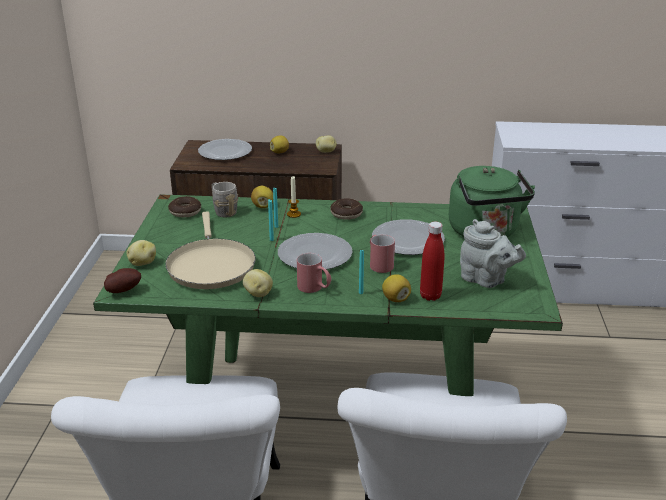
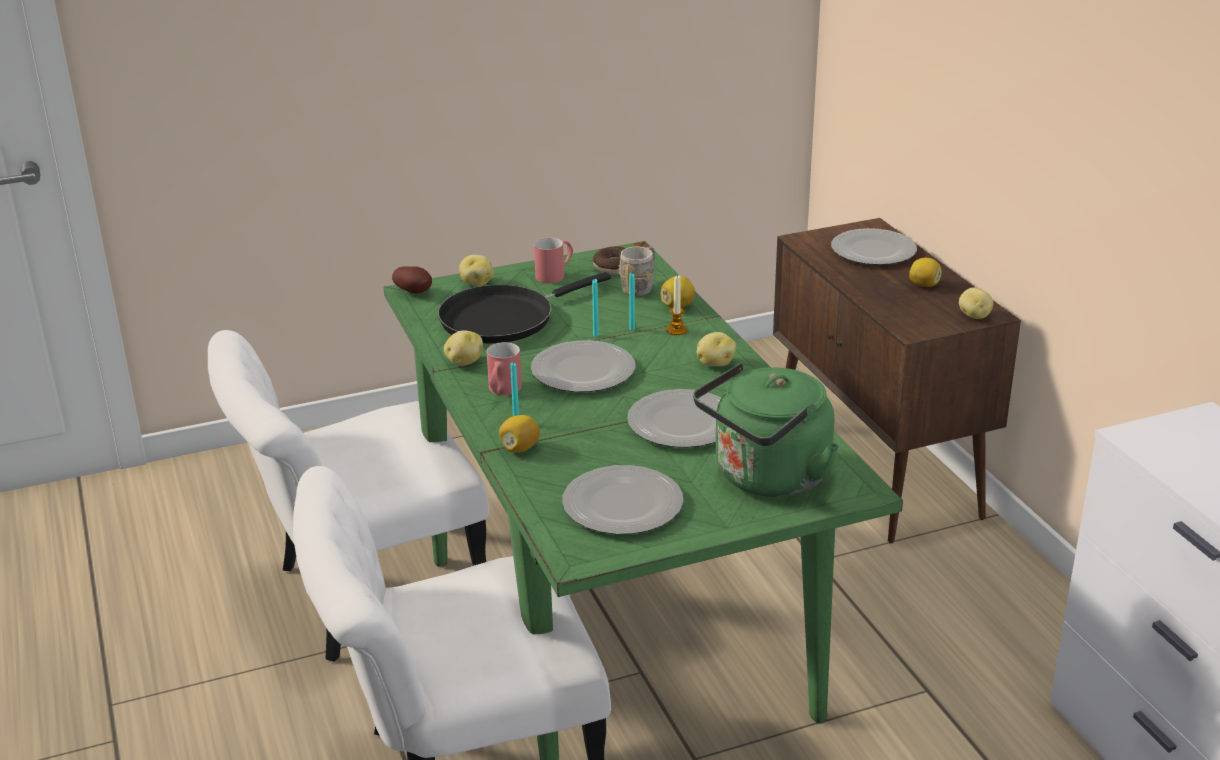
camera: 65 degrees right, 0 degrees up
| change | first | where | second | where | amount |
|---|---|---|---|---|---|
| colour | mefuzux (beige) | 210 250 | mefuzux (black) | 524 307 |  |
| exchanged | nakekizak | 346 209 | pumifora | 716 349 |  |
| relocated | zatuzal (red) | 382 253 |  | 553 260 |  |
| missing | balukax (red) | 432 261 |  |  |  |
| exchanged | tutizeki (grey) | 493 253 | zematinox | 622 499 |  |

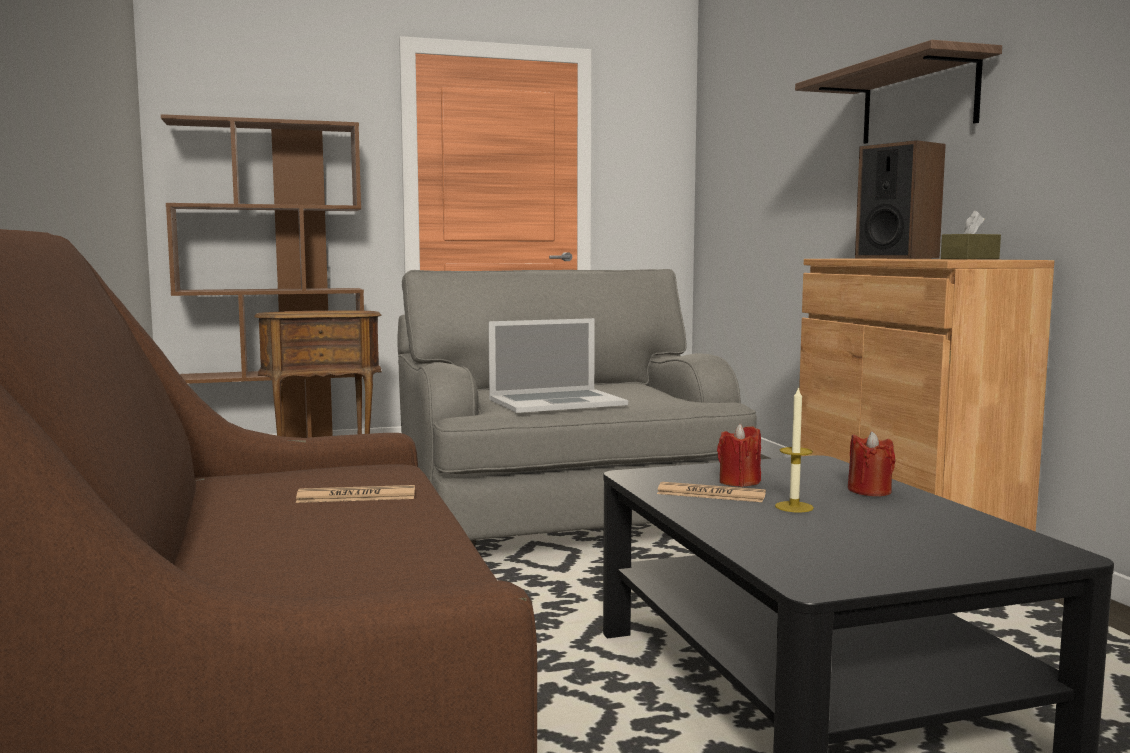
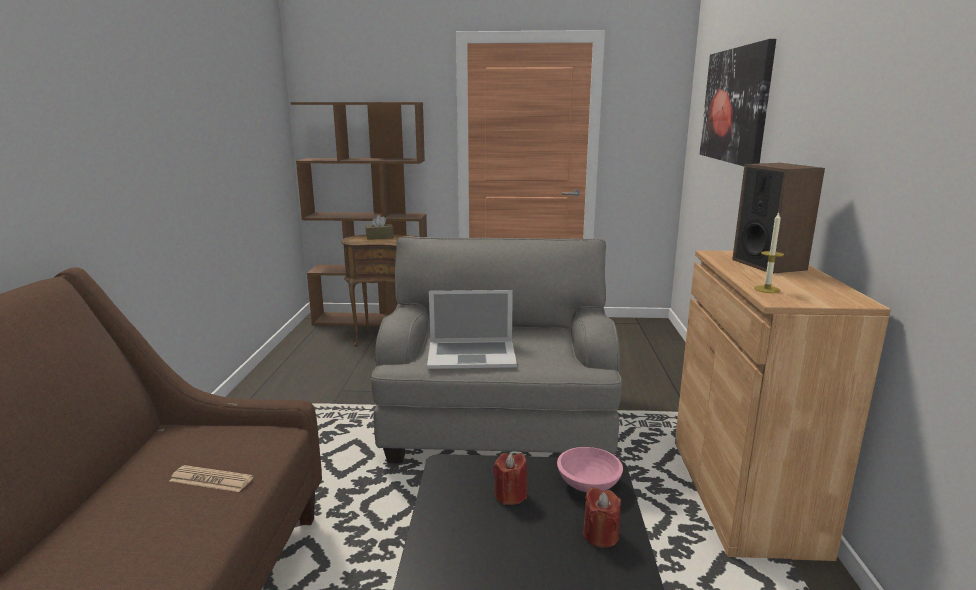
camera: 20 degrees right, 10 degrees up
| change | first | where | second | where | amount |
|---|---|---|---|---|---|
| missing | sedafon | 711 492 |  |  |  |
| relocated | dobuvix | 794 449 |  | 769 252 |  |
| missing | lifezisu | 898 92 |  |  |  |
| relocated | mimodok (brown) | 971 235 |  | 380 227 |  |
| appeared |  |  | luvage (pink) | 590 469 |  |
| appeared |  |  | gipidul | 738 102 |  |

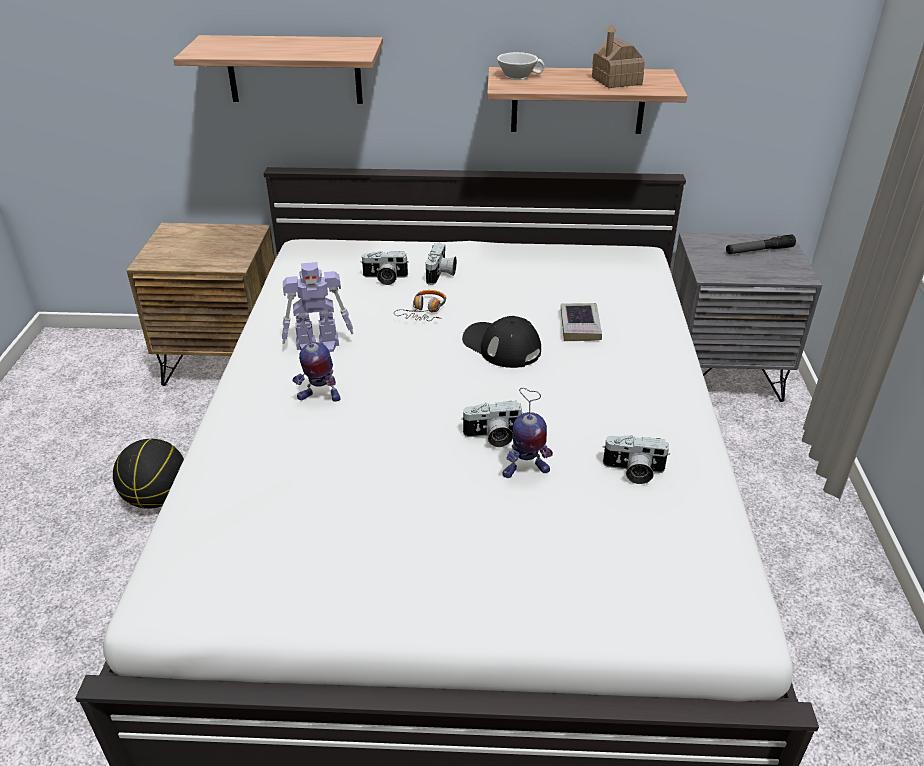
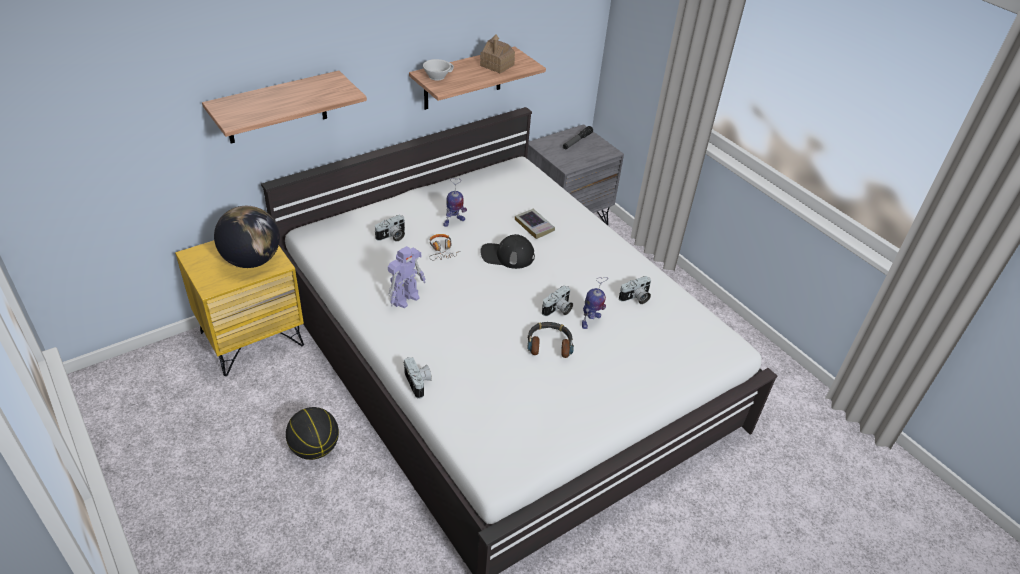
camera: 40 degrees left, 5 degrees up
| change | first | where | second | where | amount |
|---|---|---|---|---|---|
| colour | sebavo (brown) | 200 304 | sebavo (yellow) | 239 308 |  |
| relocated | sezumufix | 316 359 |  | 455 202 |  |
| relocated | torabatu | 441 264 |  | 418 378 |  |
| appeared |  |  | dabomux | 247 237 |  |
| appeared |  |  | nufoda | 550 340 |  |

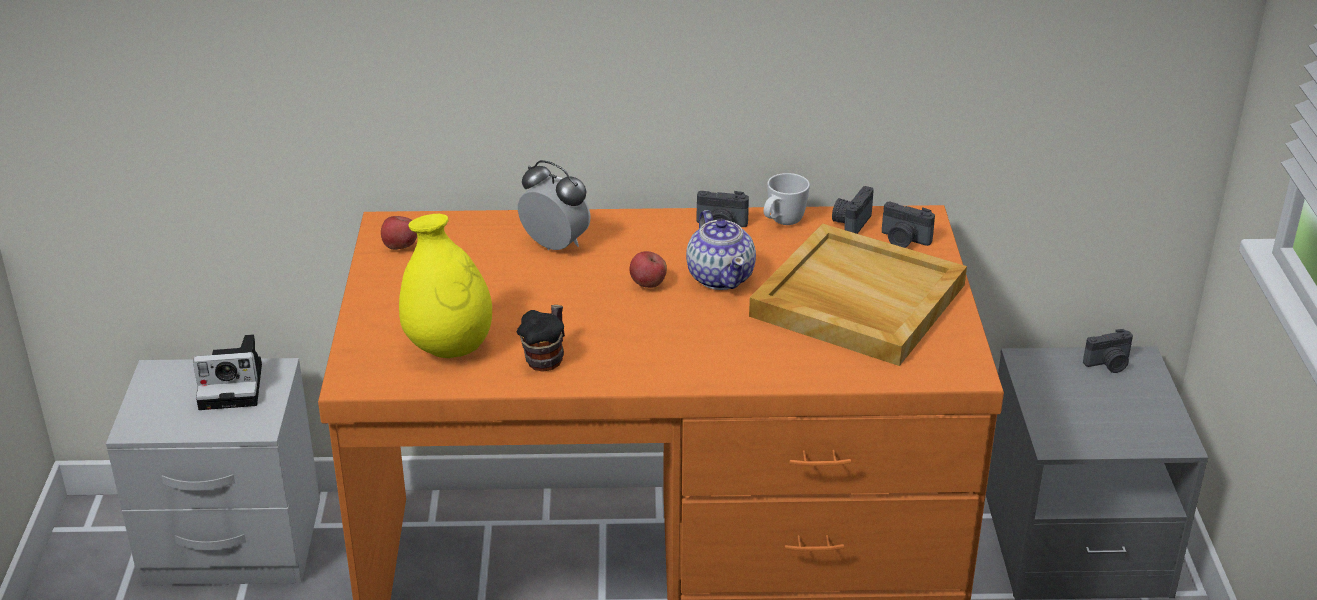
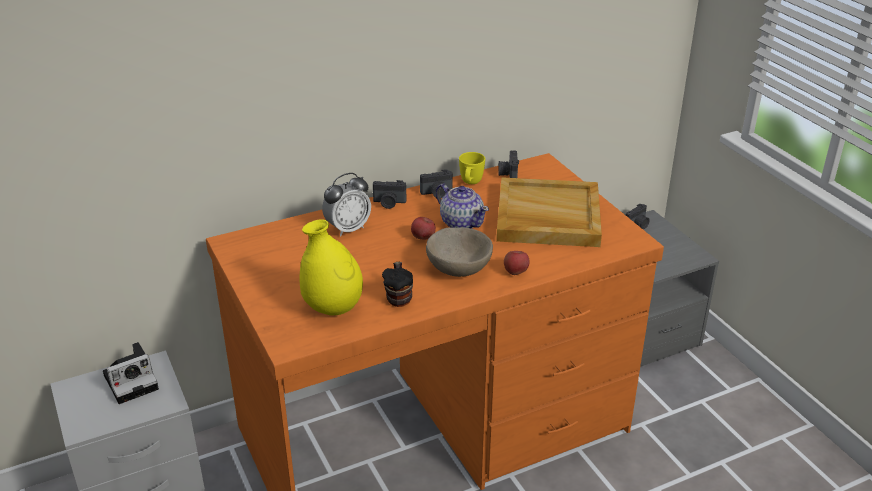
camera: 25 degrees left, 0 degrees up
| change | first | where | second | where | amount |
|---|---|---|---|---|---|
| relocated | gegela | 399 233 |  | 517 263 |  |
| spun | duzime | 554 205 |  | 346 205 | 135 degrees clockwise |
| colour | zatuzal (white) | 786 199 | zatuzal (yellow) | 472 168 |  |
| relocated | torabatu | 908 225 |  | 389 194 |  |
| appeared |  |  | luvage (beige) | 459 252 |  |

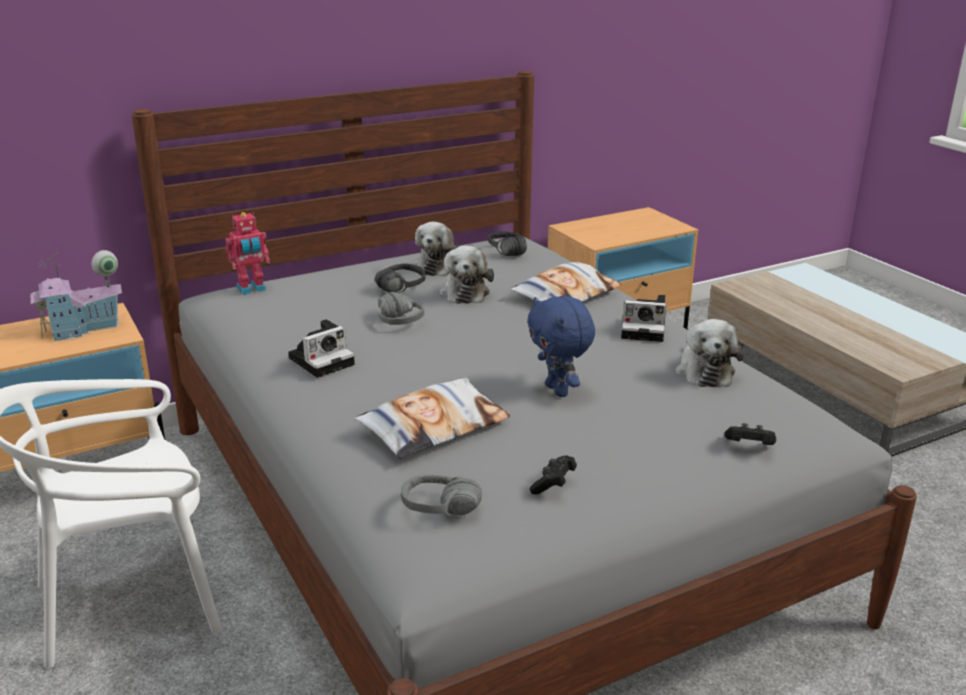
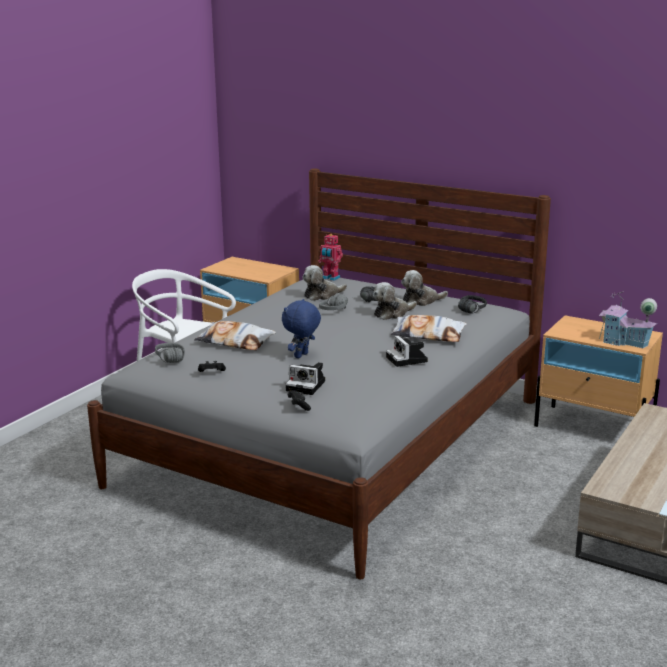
camera: 60 degrees right, 5 degrees down
| change | first | where | second | where | amount |
|---|---|---|---|---|---|
| relocated | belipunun | 76 295 |  | 628 319 |  |
| relocated | torabatu | 321 348 |  | 305 378 |  |
| relocated | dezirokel | 709 353 |  | 324 283 |  |

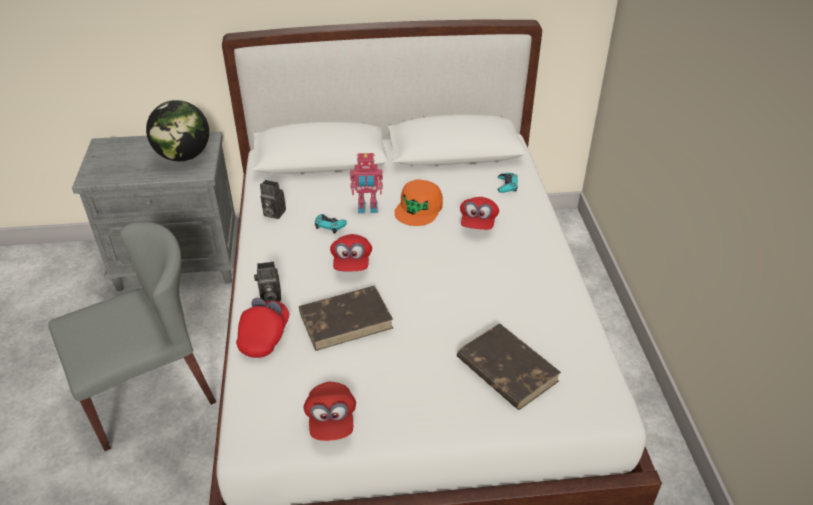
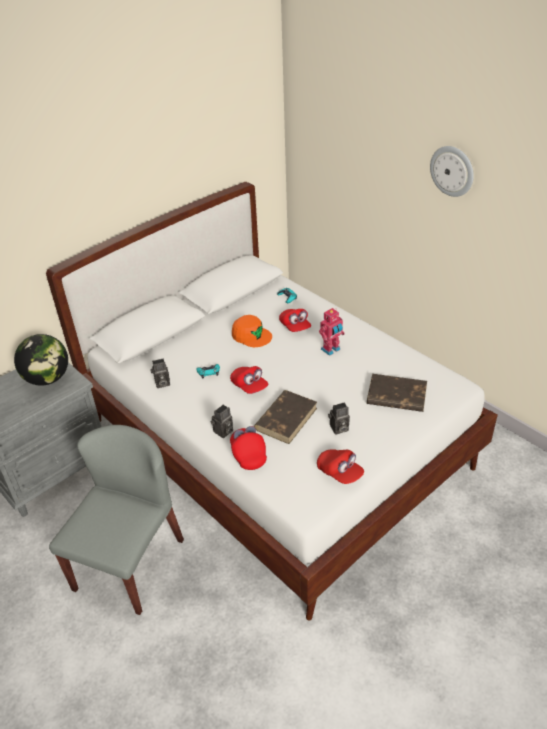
camera: 35 degrees left, 0 degrees up
| change | first | where | second | where | amount |
|---|---|---|---|---|---|
| relocated | sezumufix | 366 183 |  | 332 332 |  |
| spun | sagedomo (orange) | 418 202 |  | 252 331 | 45 degrees counterclockwise |
| appeared |  |  | torabatu | 339 418 |  |
| appeared |  |  | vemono | 452 171 |  |

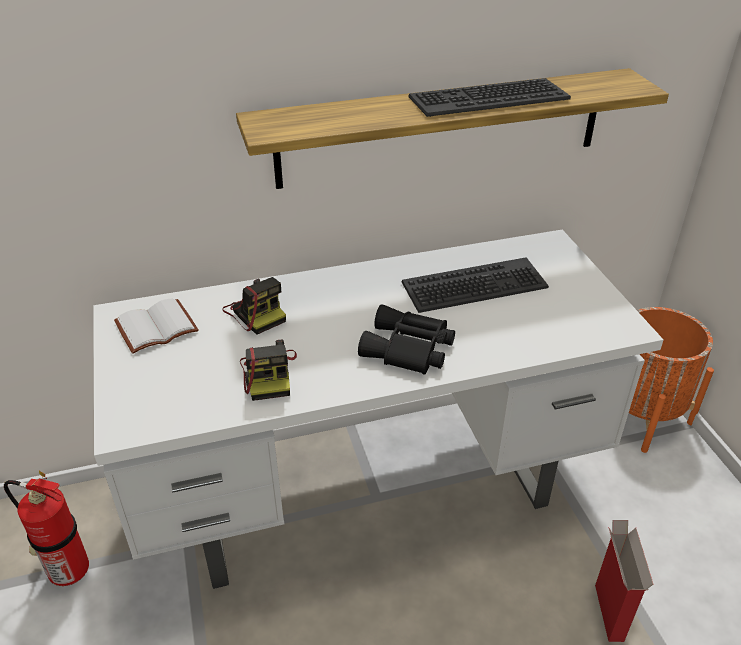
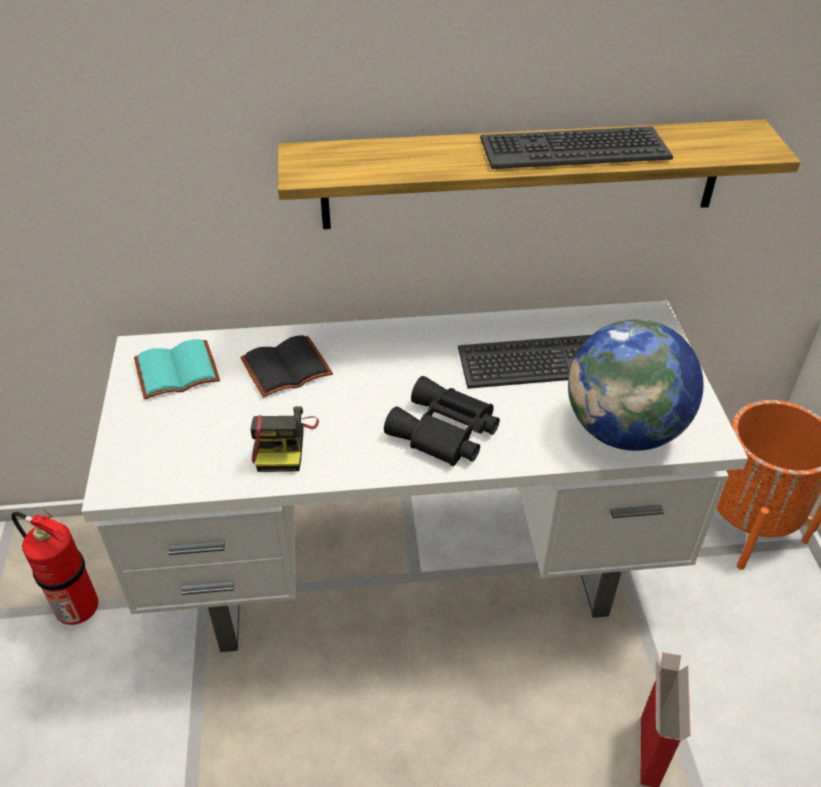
camera: 10 degrees right, 5 degrees up
| change | first | where | second | where | amount |
|---|---|---|---|---|---|
| colour | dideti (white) | 156 326 | dideti (turquoise) | 177 369 |  |
| exchanged | torabatu | 254 306 | dideti (black) | 286 366 |  |
| appeared |  |  | dabomux | 635 385 |  |

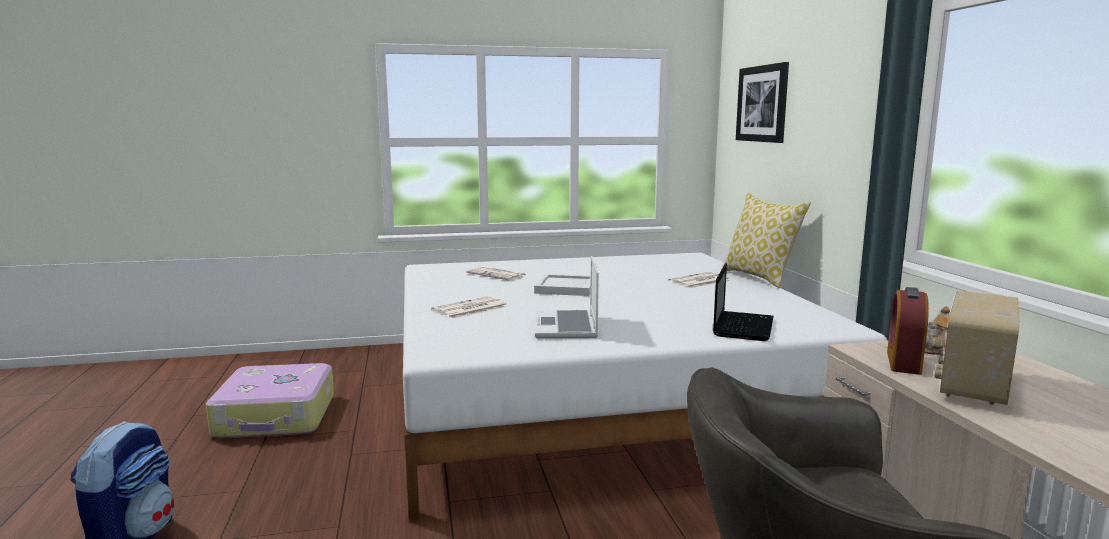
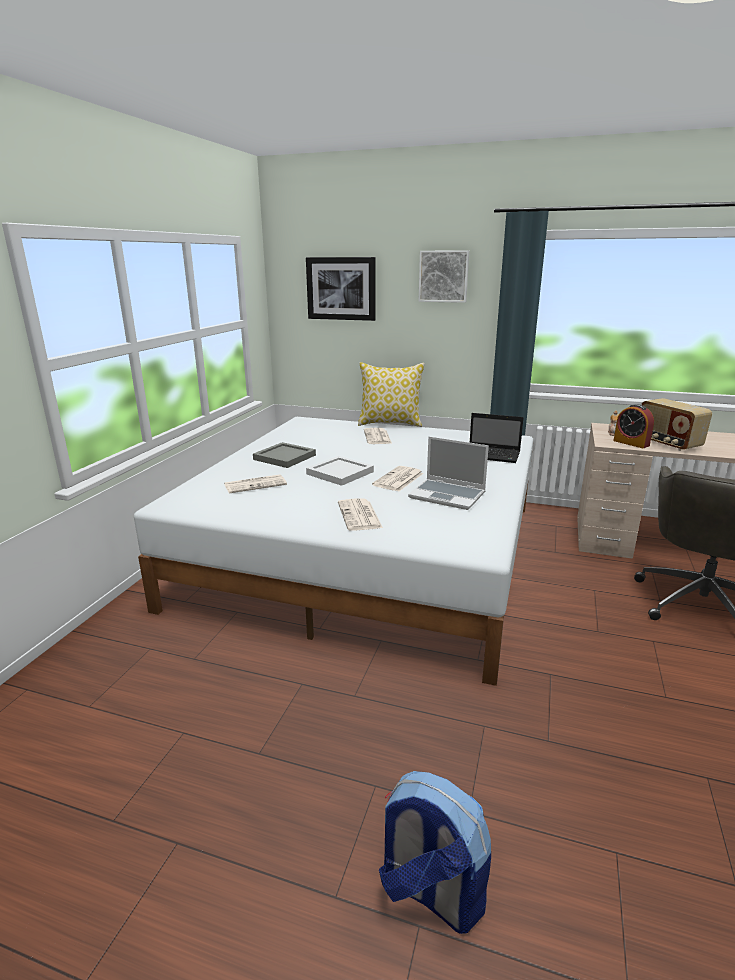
camera: 60 degrees left, 10 degrees up
| change | first | where | second | where | amount |
|---|---|---|---|---|---|
| missing | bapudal | 270 400 |  |  |  |
| spun | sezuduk | 743 302 |  | 496 438 | 150 degrees clockwise |
| appeared |  |  | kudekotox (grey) | 284 455 |  |
| appeared |  |  | sedafon | 398 478 |  |
| appeared |  |  | gipidul | 443 276 |  |

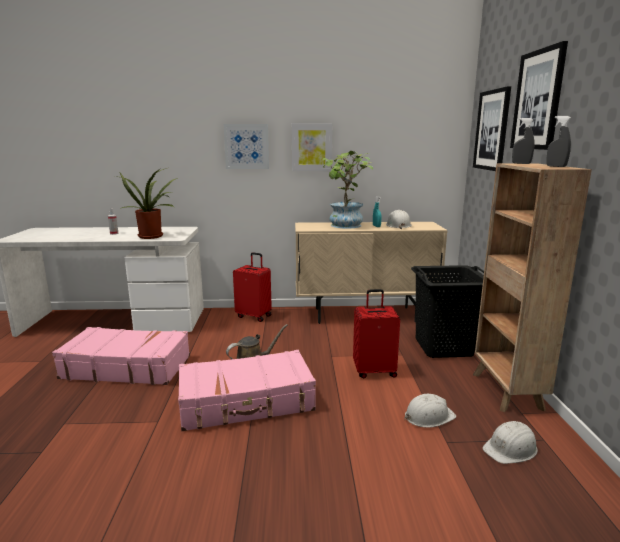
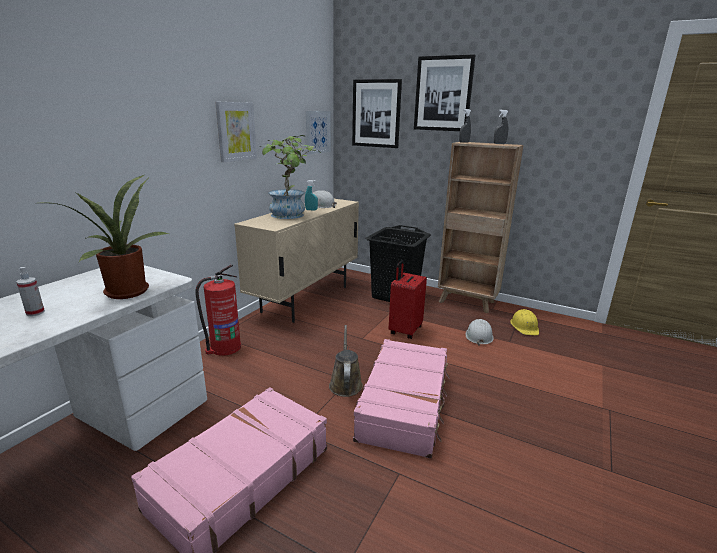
camera: 60 degrees left, 5 degrees up
| change | first | where | second | where | amount |
|---|---|---|---|---|---|
| relocated | gipidul | 246 146 |  | 318 132 |  |
| exchanged | bapudal (red) | 252 287 | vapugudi | 218 310 |  |
| colour | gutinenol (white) | 510 442 | gutinenol (yellow) | 524 322 |  |

